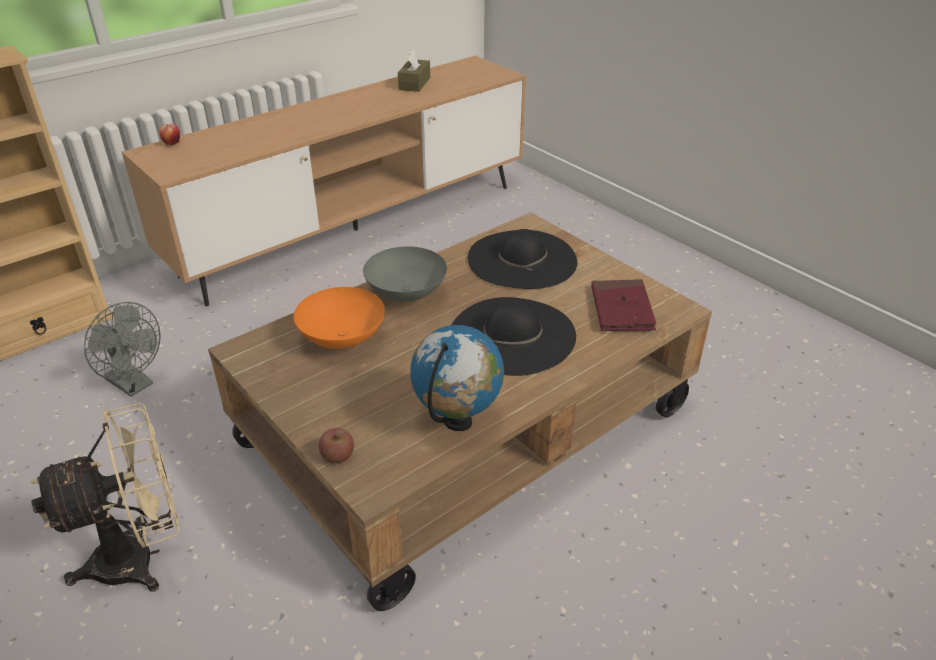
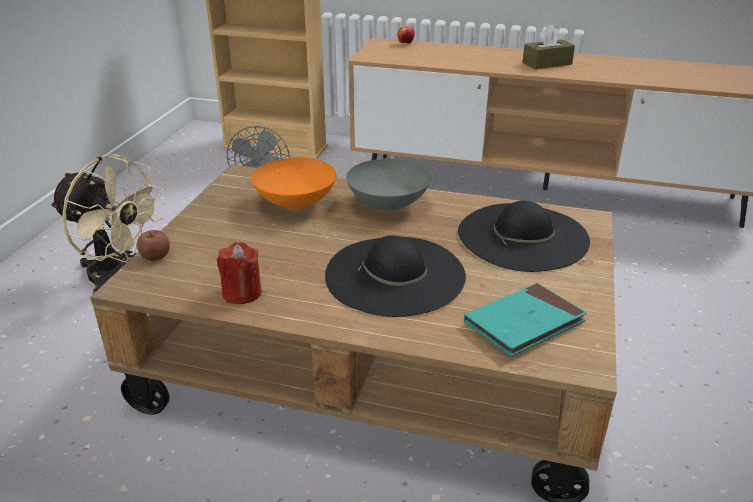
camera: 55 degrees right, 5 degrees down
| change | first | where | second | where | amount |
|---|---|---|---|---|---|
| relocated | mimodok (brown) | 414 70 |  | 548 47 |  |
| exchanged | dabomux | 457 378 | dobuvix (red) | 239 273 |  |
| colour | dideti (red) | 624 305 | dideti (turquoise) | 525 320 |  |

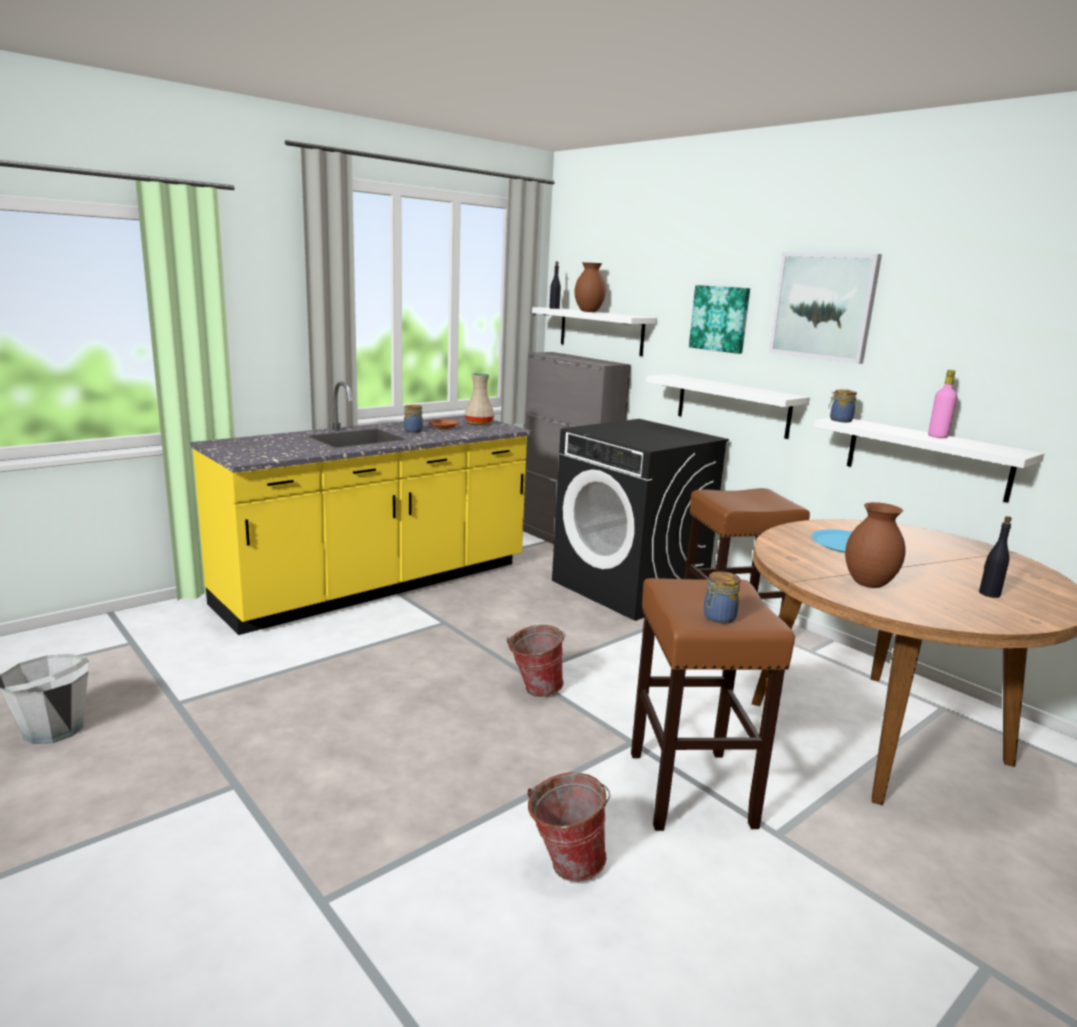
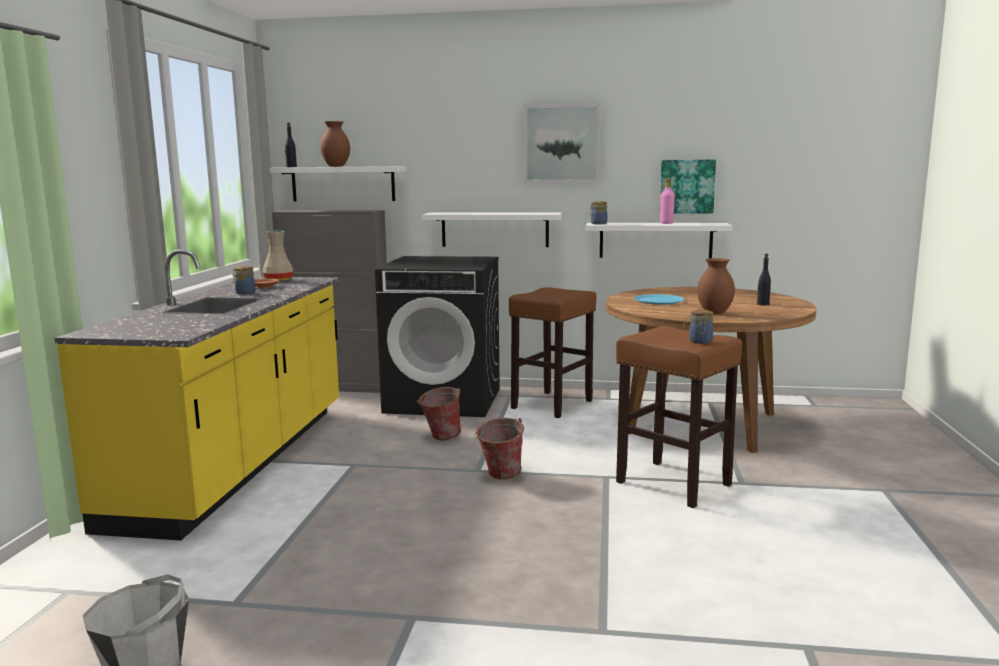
camera: 40 degrees left, 5 degrees down
| change | first | where | second | where | amount |
|---|---|---|---|---|---|
| relocated | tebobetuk | 568 827 |  | 439 413 |  |
| relocated | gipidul | 719 319 |  | 688 186 |  |

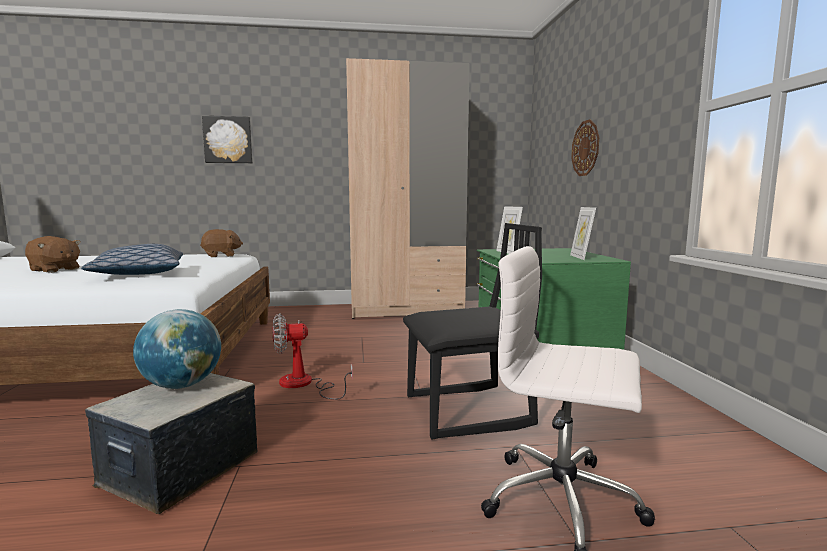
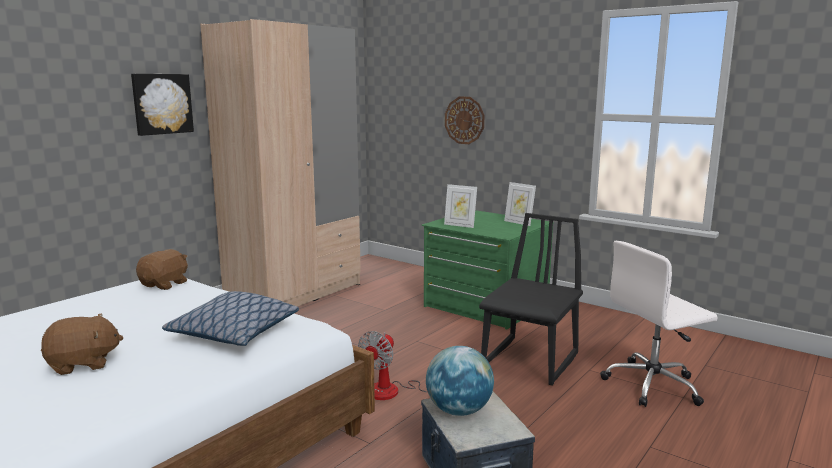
camera: 45 degrees left, 5 degrees up
| change | first | where | second | where | amount |
|---|---|---|---|---|---|
| relocated | gipidul | 227 139 |  | 162 105 |  |

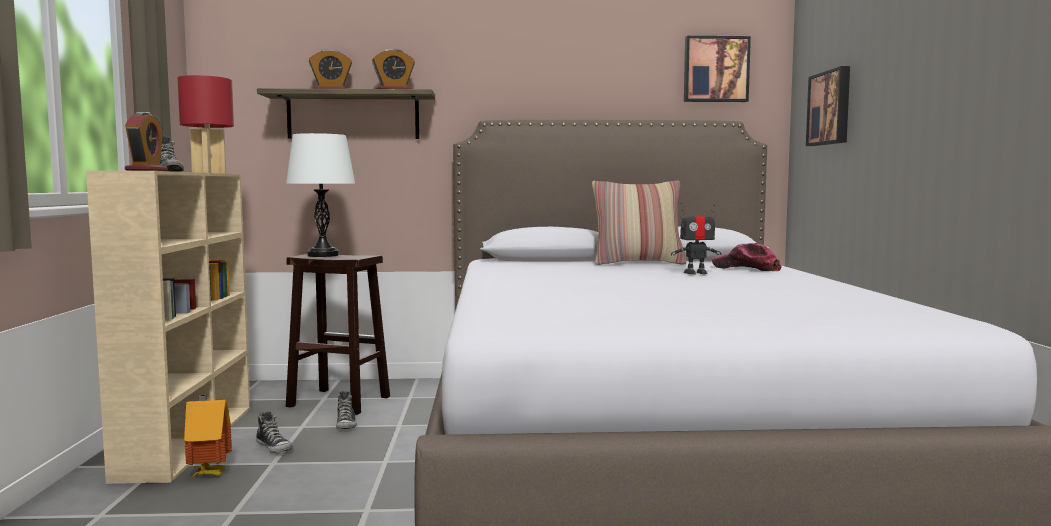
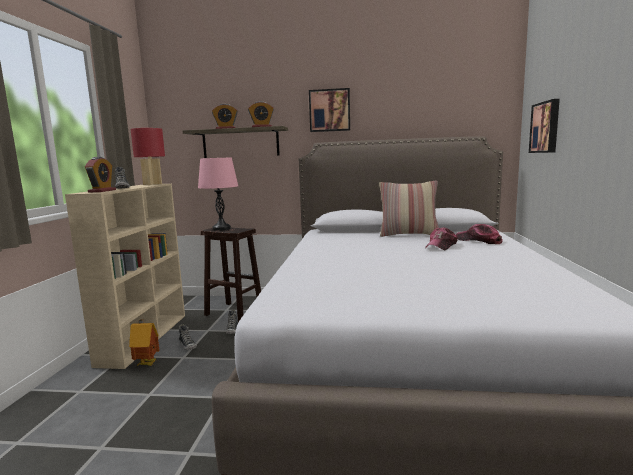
camera: 10 degrees right, 5 degrees up
| change | first | where | second | where | amount |
|---|---|---|---|---|---|
| colour | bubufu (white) | 320 195 | bubufu (pink) | 218 194 |  |
| exchanged | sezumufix | 696 238 | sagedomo | 441 238 |  |
| relocated | gipidul | 717 69 |  | 329 110 |  |

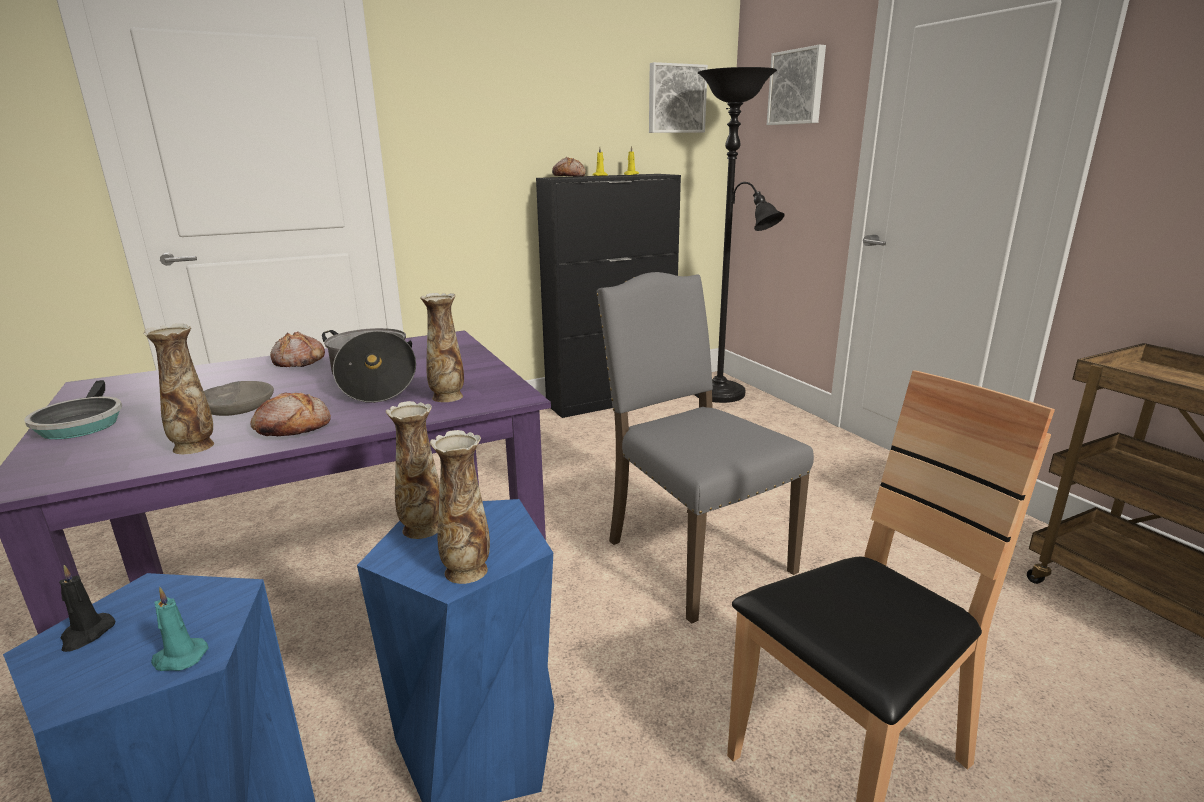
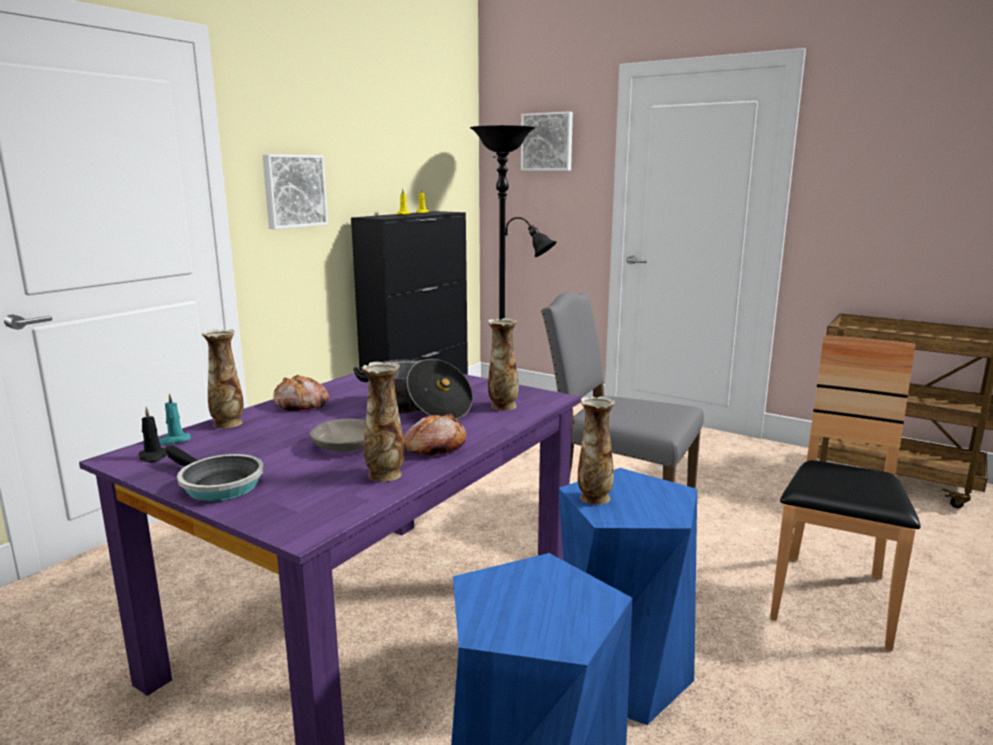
camera: 30 degrees left, 5 degrees down
| change | first | where | second | where | amount |
|---|---|---|---|---|---|
| relocated | dobuvix (black) | 87 608 |  | 153 435 |  |
| relocated | dobuvix (turquoise) | 180 629 |  | 175 419 |  |
| relocated | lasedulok | 460 507 |  | 223 378 |  |
| missing | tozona | 569 167 |  |  |  |
| relocated | gipidul | 678 97 |  | 295 191 |  |

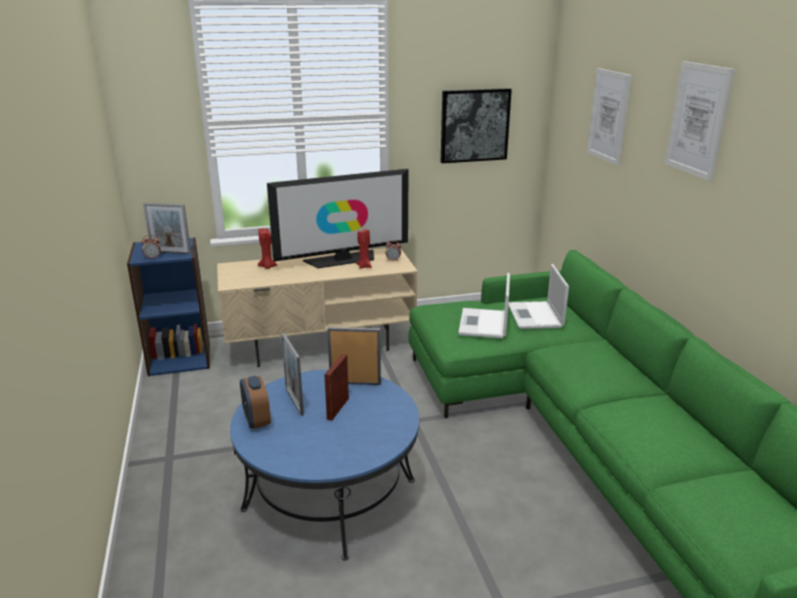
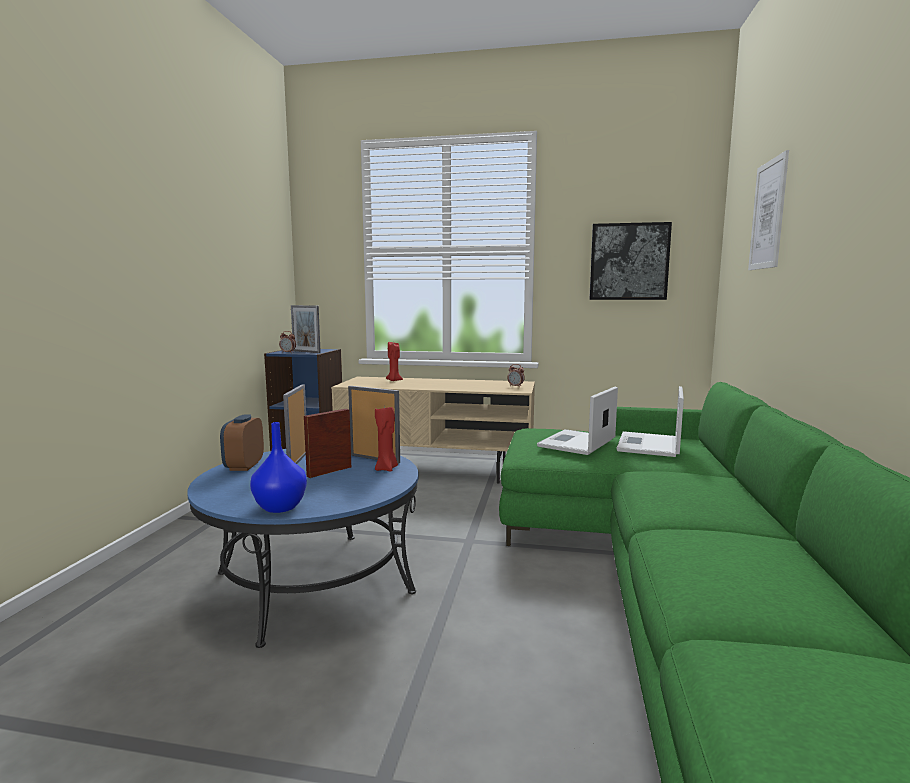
camera: 25 degrees right, 15 degrees down
| change | first | where | second | where | amount |
|---|---|---|---|---|---|
| missing | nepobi | 338 218 |  |  |  |
| relocated | dobuvix (red) | 364 249 |  | 386 437 |  |
| missing | gipidul | 700 121 |  |  |  |
| appeared |  |  | lasedulok (blue) | 278 467 |  |

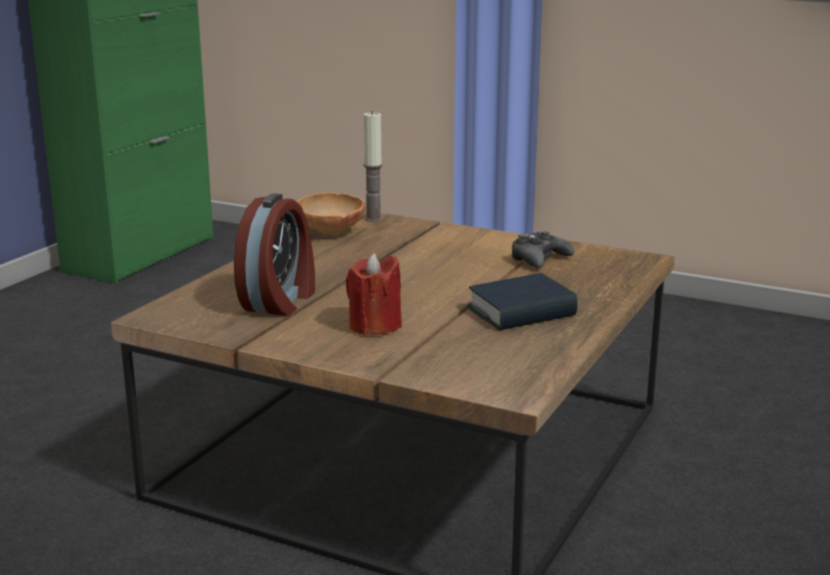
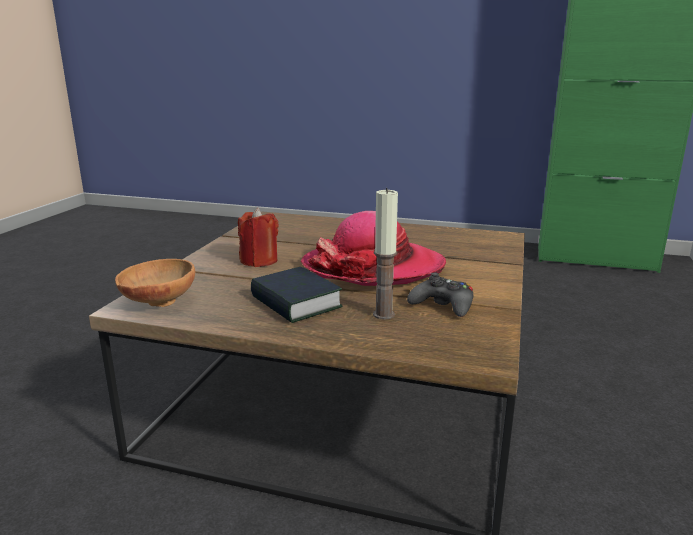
camera: 80 degrees right, 0 degrees up
| change | first | where | second | where | amount |
|---|---|---|---|---|---|
| missing | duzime | 274 255 |  |  |  |
| relocated | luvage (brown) | 331 213 |  | 155 283 |  |
| relocated | dobuvix | 373 166 |  | 385 254 |  |
| appeared |  |  | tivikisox | 373 248 |  |

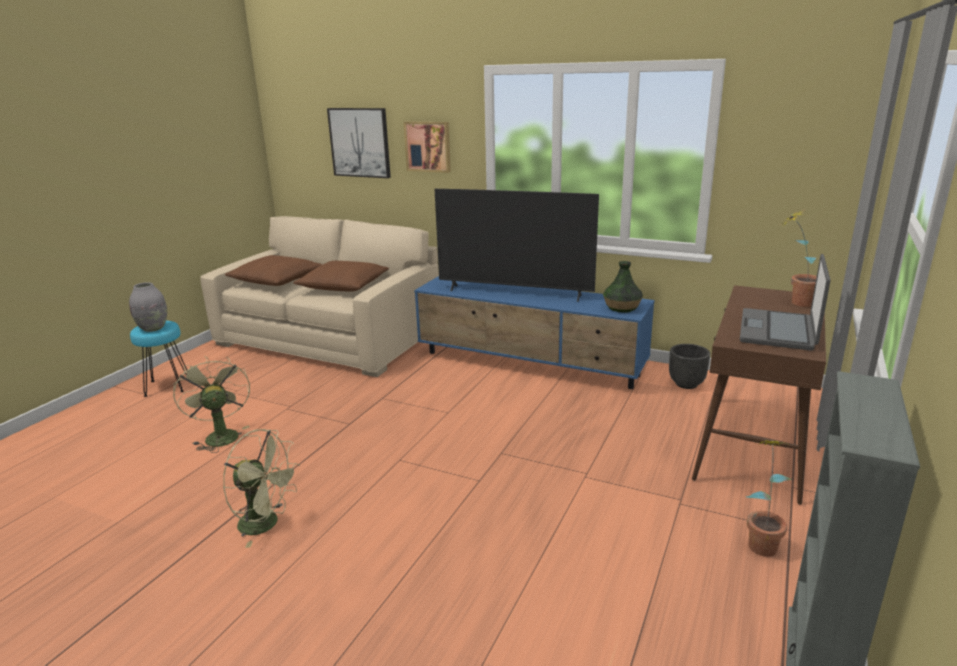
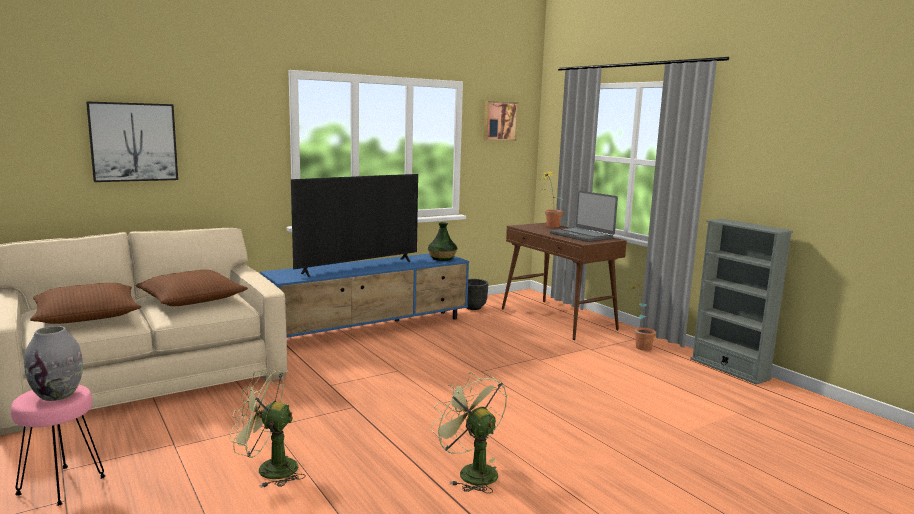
camera: 60 degrees left, 10 degrees down
| change | first | where | second | where | amount |
|---|---|---|---|---|---|
| colour | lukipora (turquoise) | 158 359 | lukipora (pink) | 58 445 |  |
| spun | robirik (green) | 261 488 |  | 469 432 | 90 degrees counterclockwise |
| relocated | gipidul | 427 147 |  | 501 121 |  |

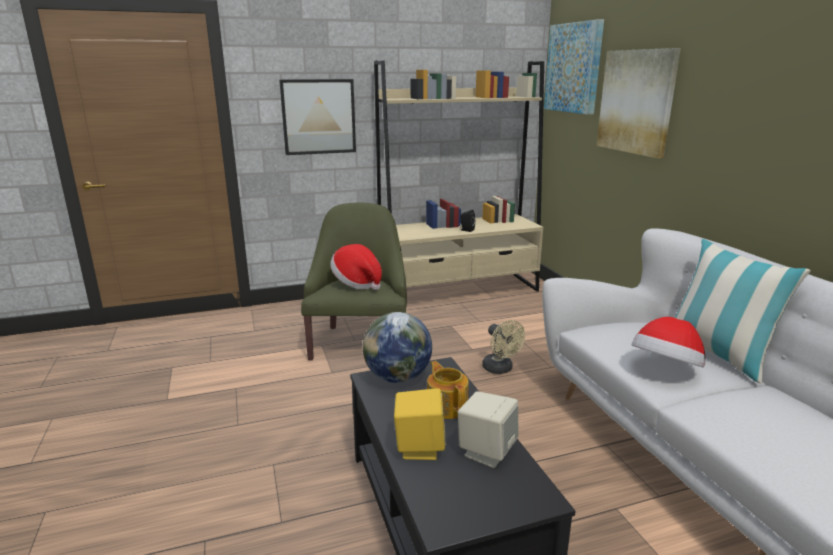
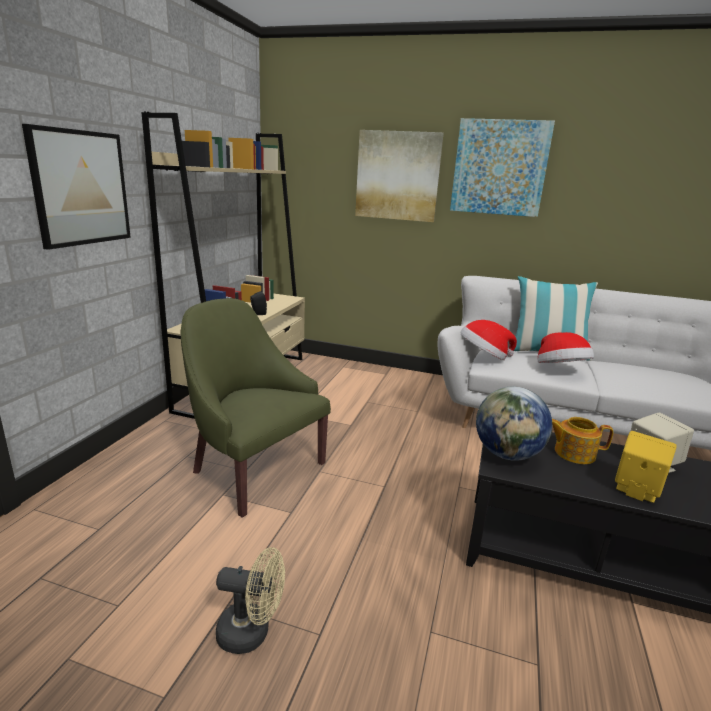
camera: 55 degrees left, 0 degrees up
| change | first | where | second | where | amount |
|---|---|---|---|---|---|
| relocated | tivikisox | 356 267 |  | 489 340 |  |
| relocated | robirik (beige) | 503 347 |  | 250 600 |  |
| relocated | gipidul | 574 67 |  | 502 167 |  |

